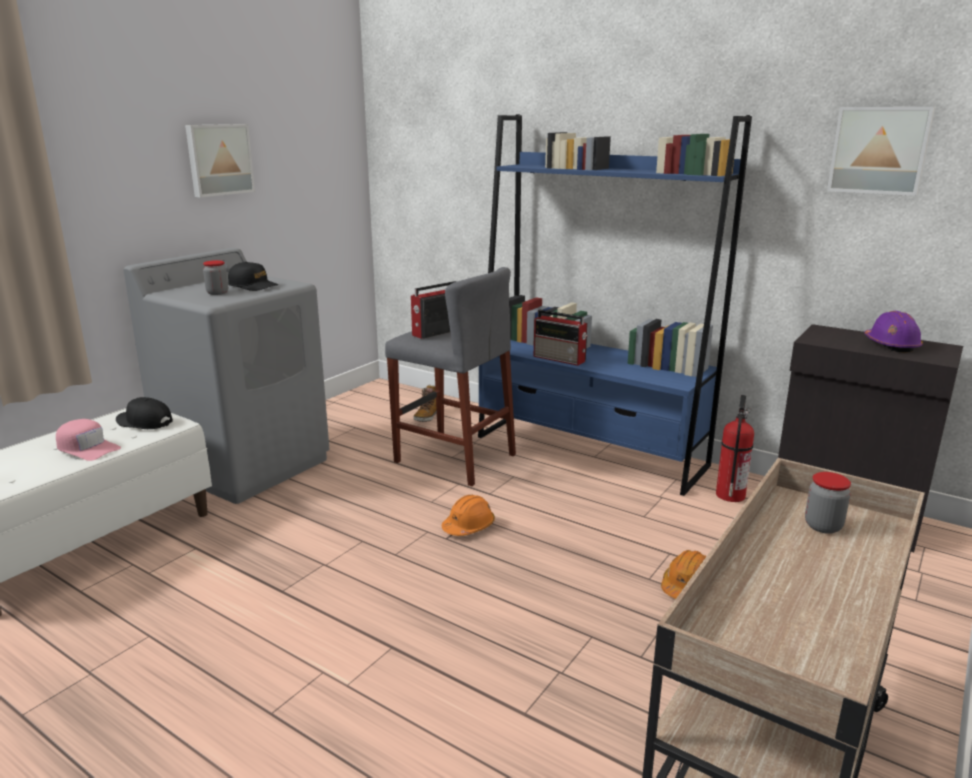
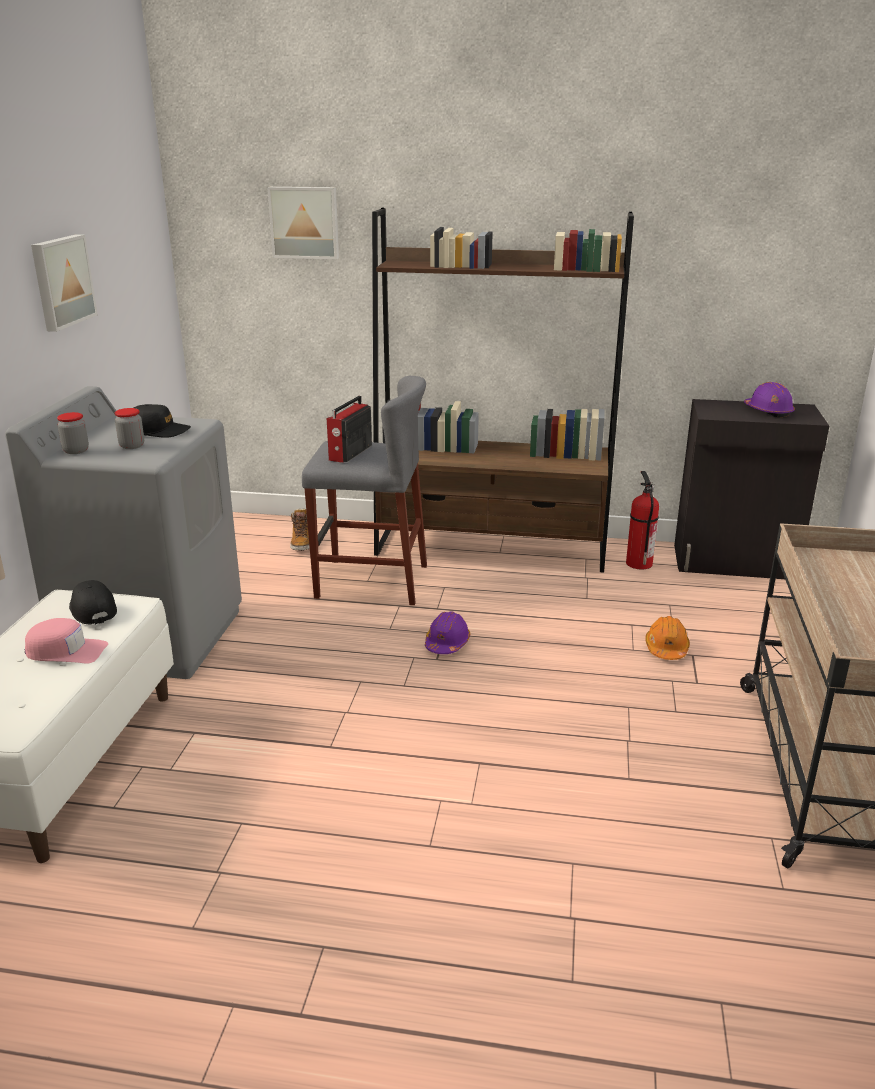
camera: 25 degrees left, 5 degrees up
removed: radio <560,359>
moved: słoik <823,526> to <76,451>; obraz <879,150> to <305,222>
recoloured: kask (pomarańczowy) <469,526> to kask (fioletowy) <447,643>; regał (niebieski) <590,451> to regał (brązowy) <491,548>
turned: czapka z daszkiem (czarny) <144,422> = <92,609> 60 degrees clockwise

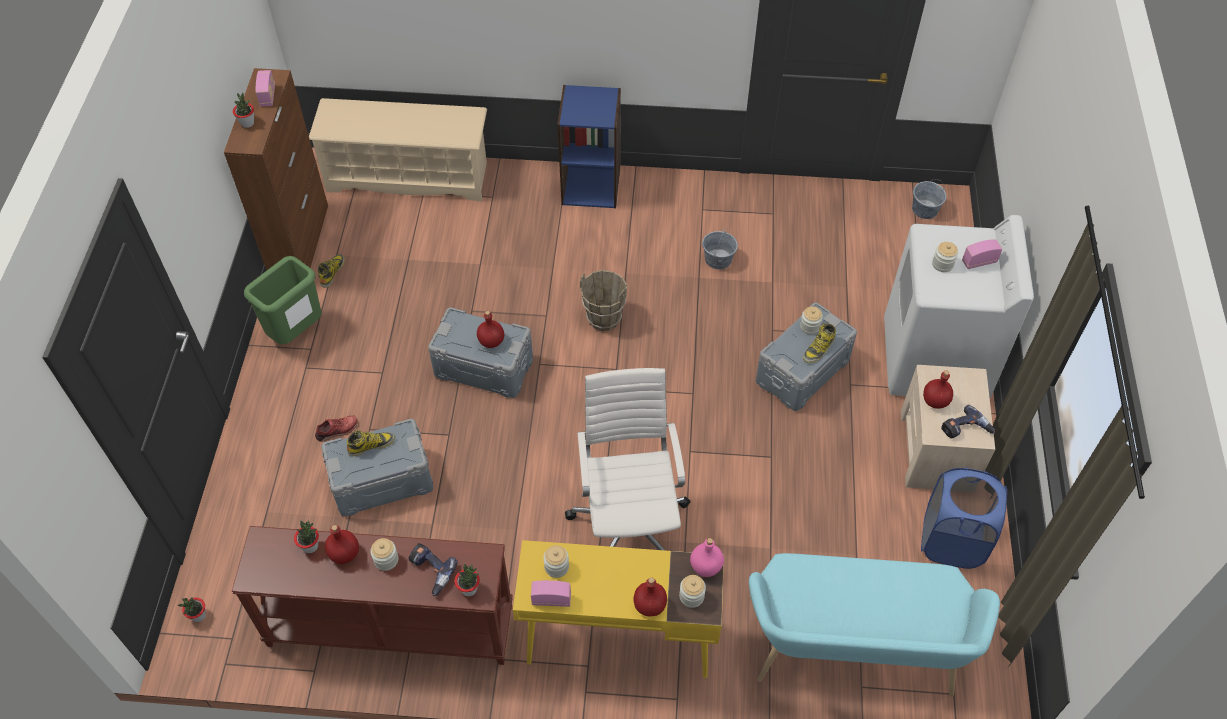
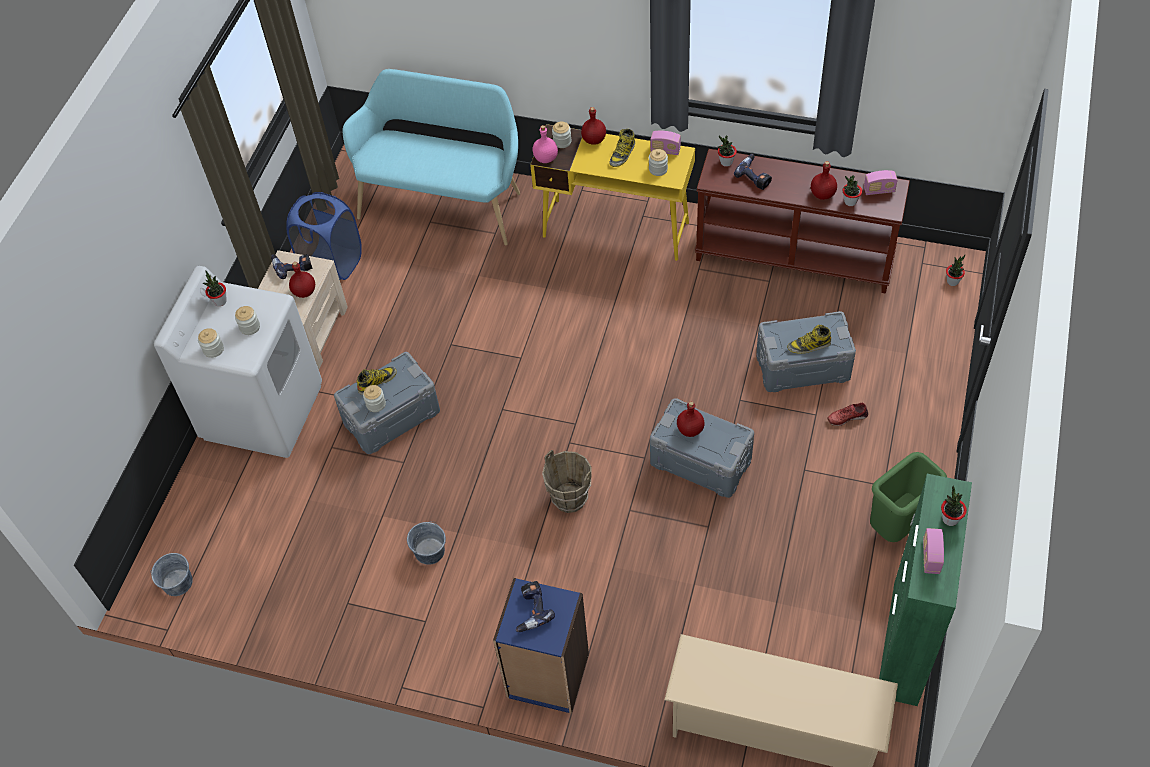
camera: 165 degrees left, 0 degrees up
removed: krzesło biurowe (biały) <630,522>
added: roślina doniczkowa <220,301>; wiertarka <530,610>
moved: but z cholewką <332,272> to <622,154>; słoik <386,560> to <213,349>; radio <979,261> to <879,190>
recoloured: szafka (brązowy) <301,243> to szafka (zielony) <905,643>

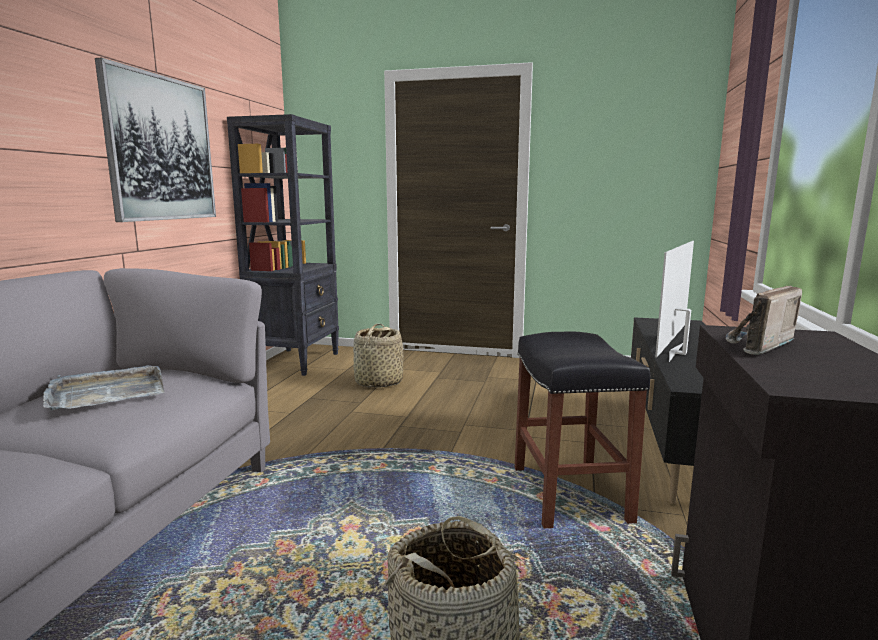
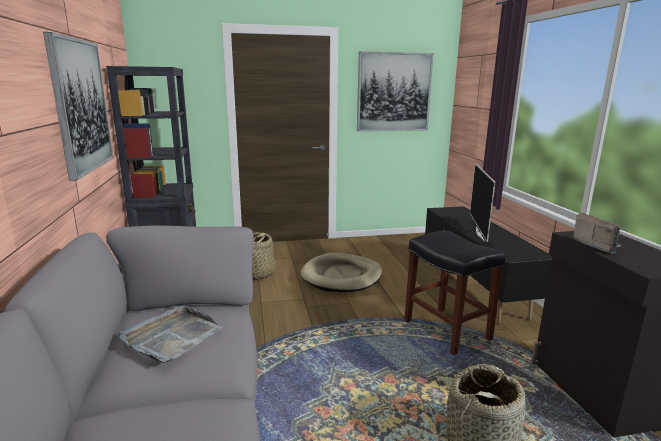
camera: 25 degrees left, 5 degrees up
added: legowisko (beżowy) <342,276>; obraz <393,92>
turned: radio <754,345> = <596,245> 135 degrees clockwise

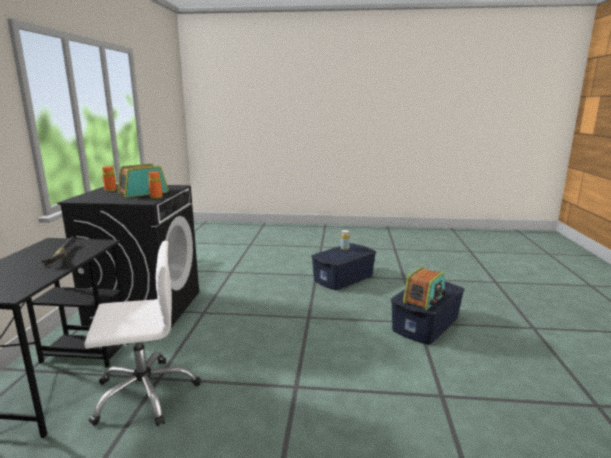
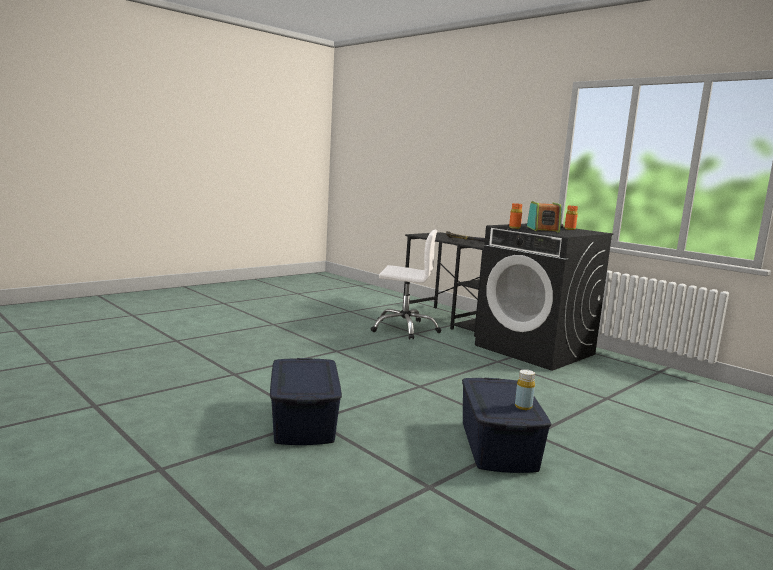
camera: 130 degrees right, 5 degrees down
removed: radio <424,299>
turned: krzesło biurowe (biały) <145,393> = <404,329> 105 degrees counterclockwise

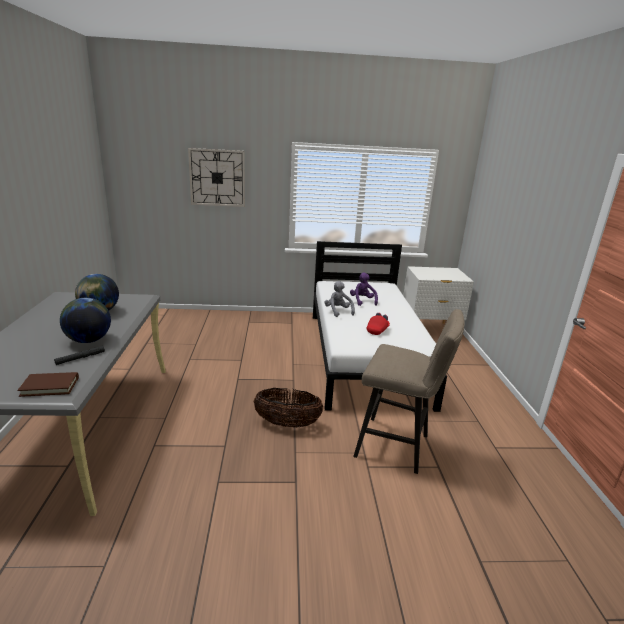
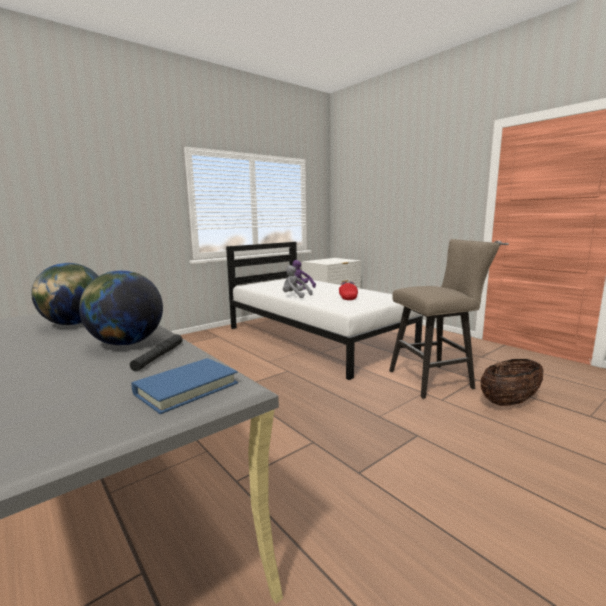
camera: 35 degrees left, 10 degrees down
removed: zegar ścienny <217,178>
moved: koszyk <287,423> to <509,402>
recoloured: książka (brązowy) <50,386> to książka (niebieski) <186,388>

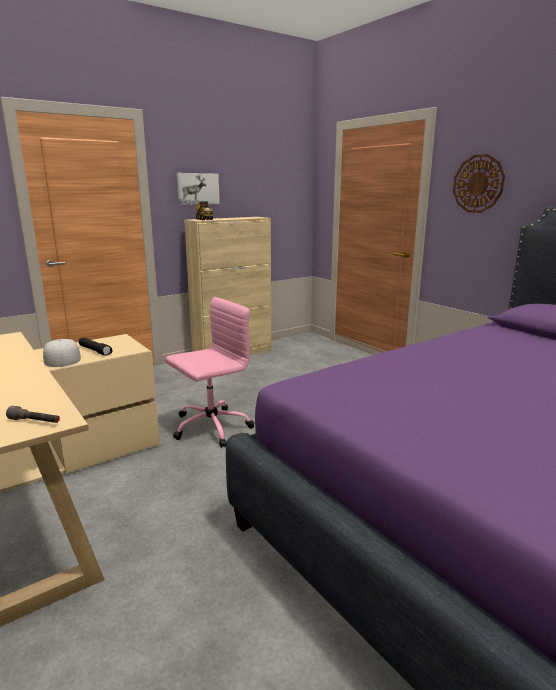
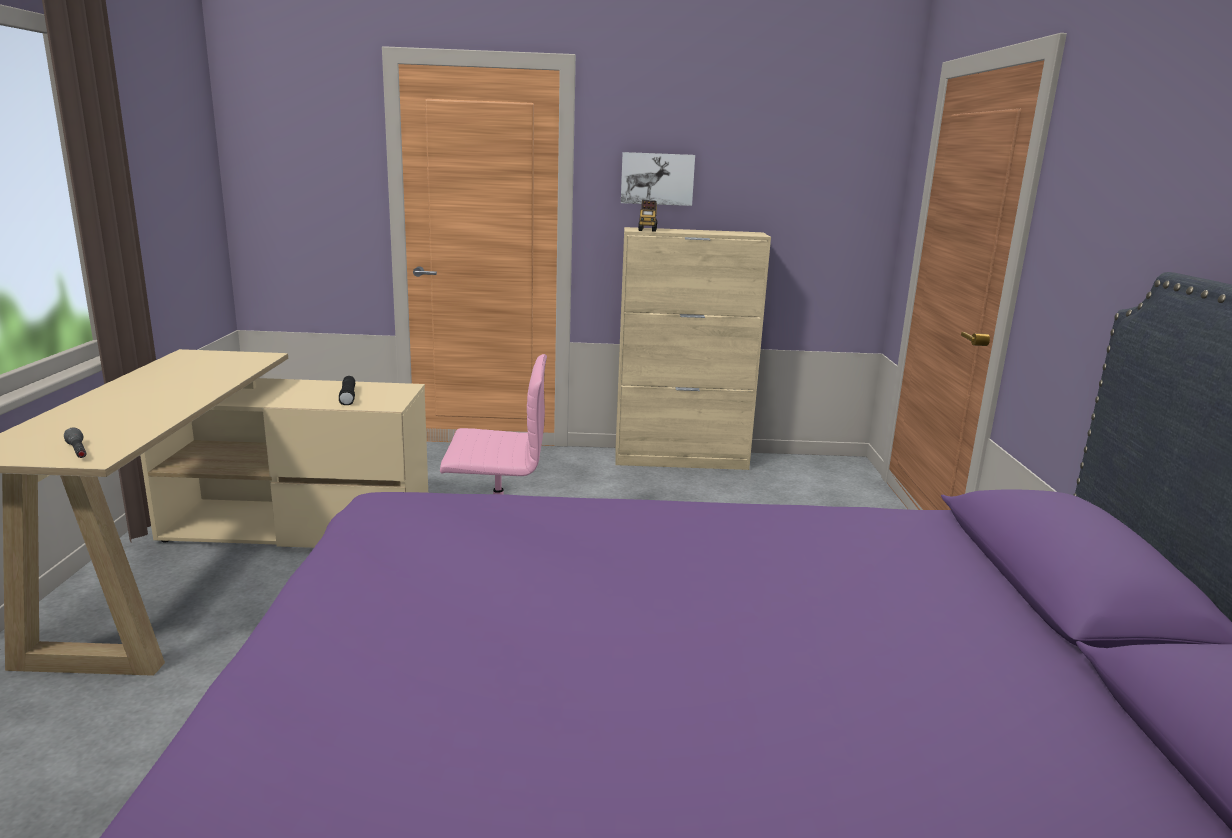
camera: 35 degrees right, 0 degrees up
removed: czapka z daszkiem (biały) <61,358>; zegar ścienny <478,184>

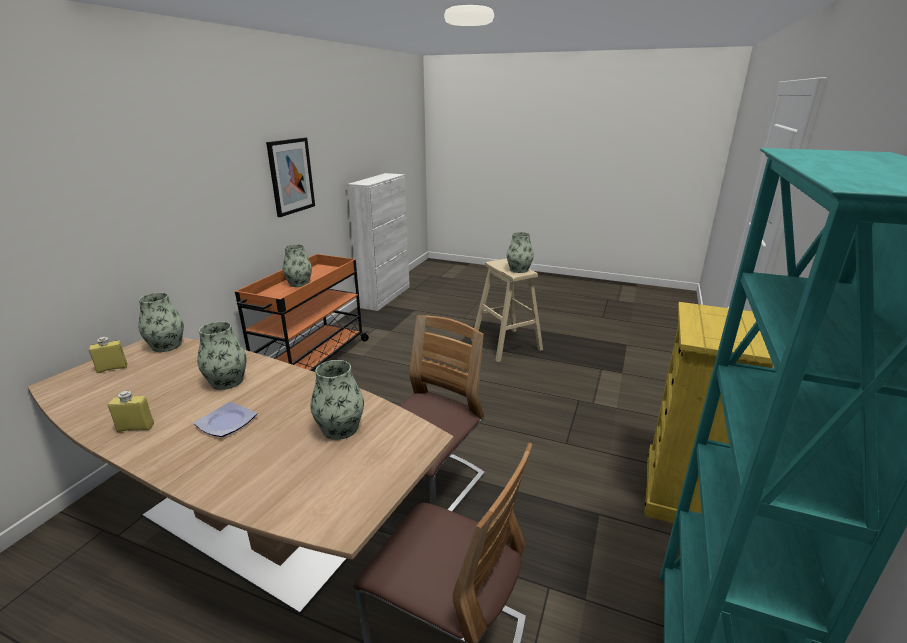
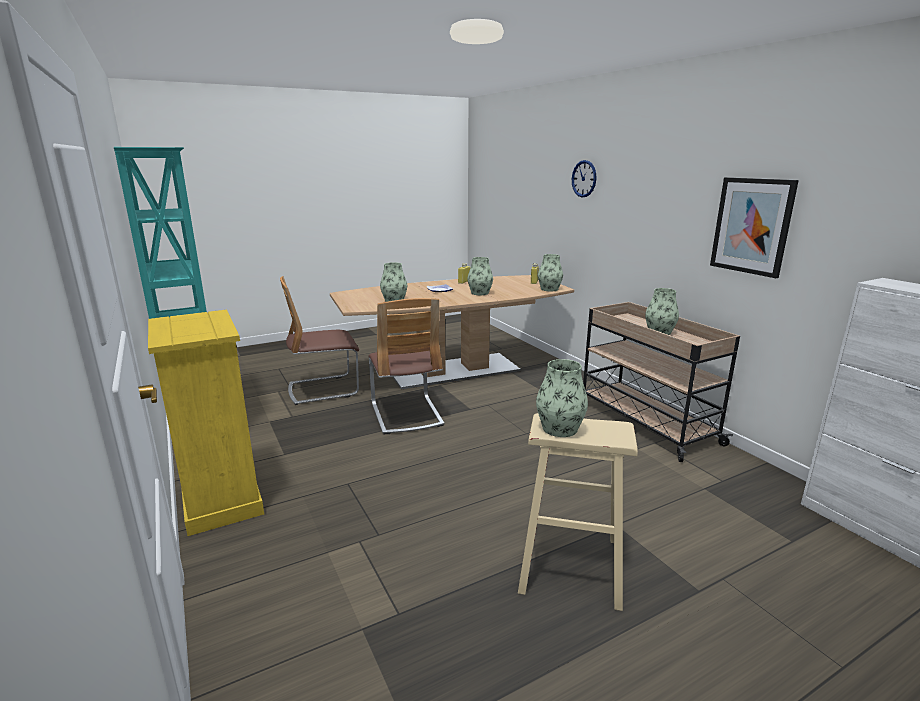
camera: 130 degrees right, 5 degrees down
added: zegar ścienny <584,179>
recoloured: wózek (pomarańczowy) <311,362> to wózek (beżowy) <643,421>

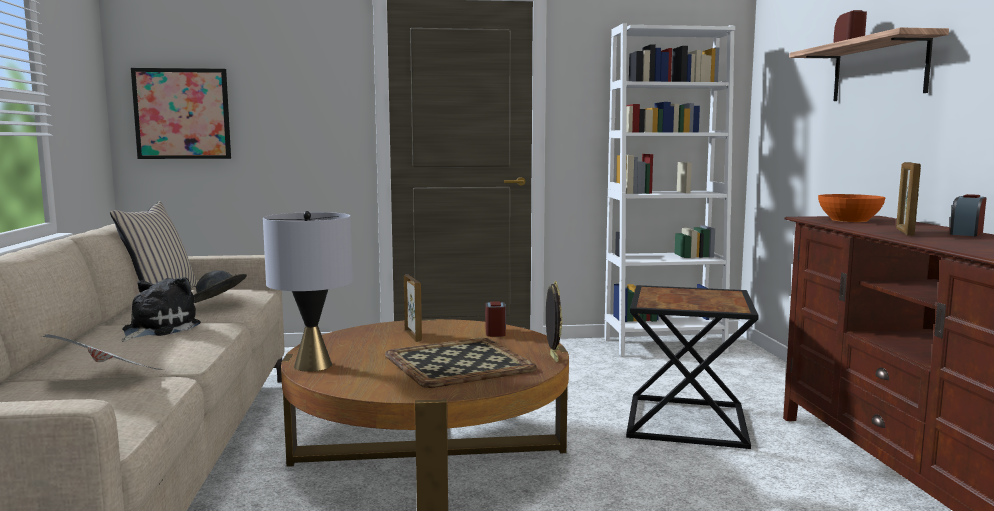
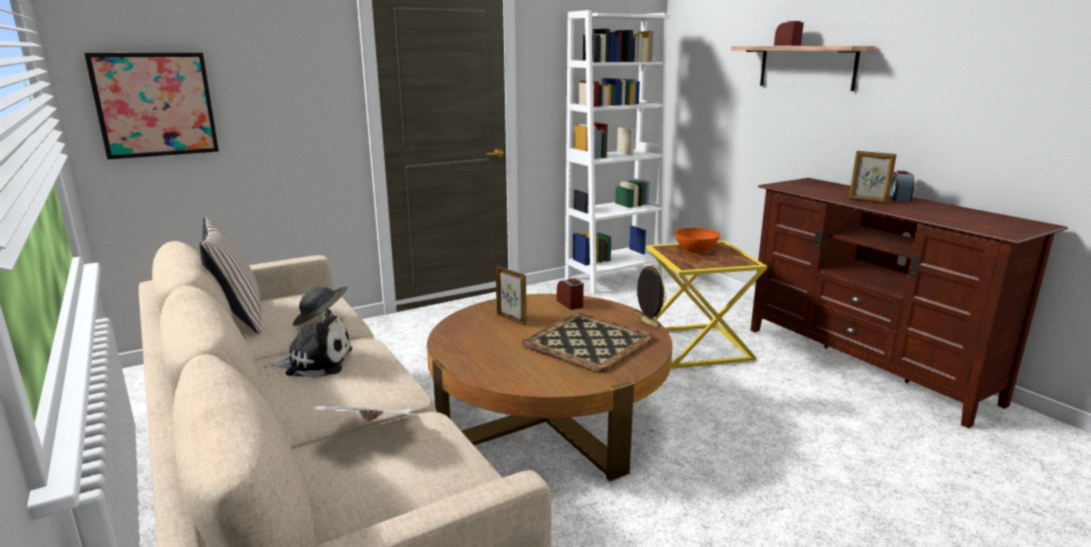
camera: 25 degrees left, 10 degrees up
removed: lampa stołowa (szary) <313,365>
moved: miska (pomarańczowy) <848,220> to <695,250>
recoloured: stolik (czarny) <684,421> to stolik (żółty) <694,346>
turned: pluszak <157,329> = <315,362> 90 degrees clockwise; ramka na zdjęcie <904,232> = <867,201> 45 degrees counterclockwise

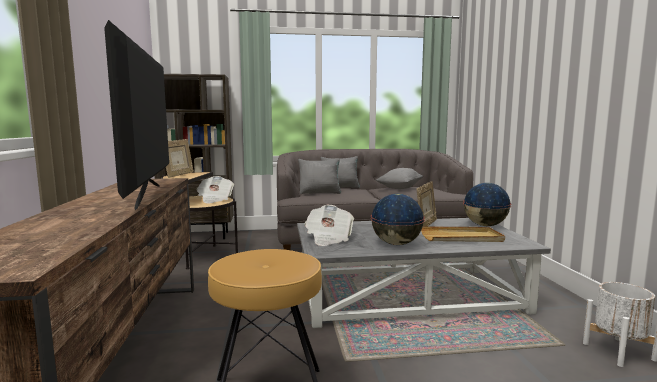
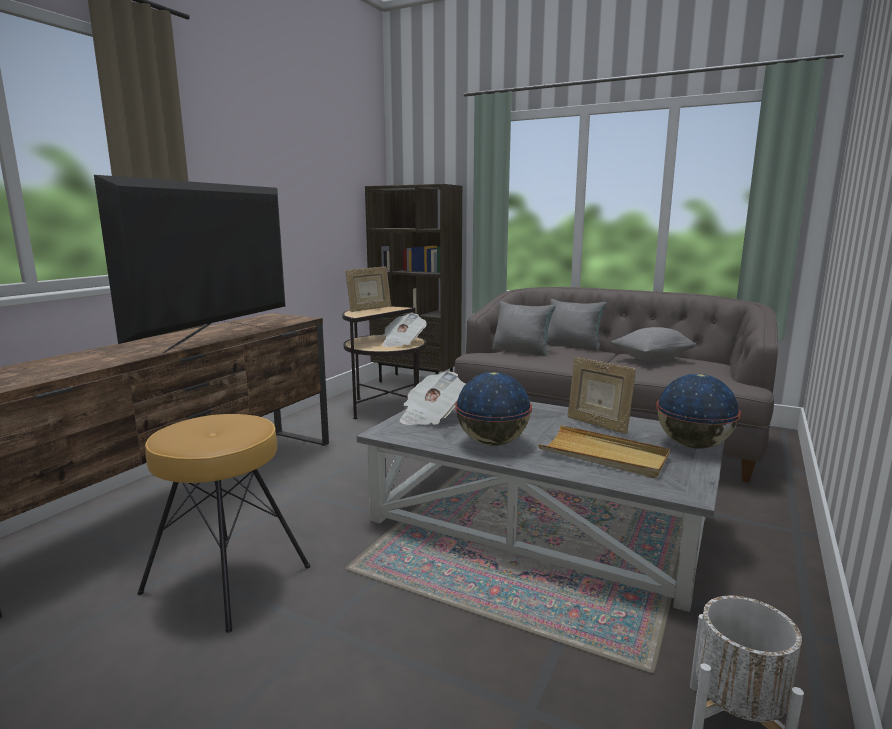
camera: 35 degrees right, 5 degrees up
turned: ramka na zdjęcie <426,225> = <597,425> 75 degrees clockwise

